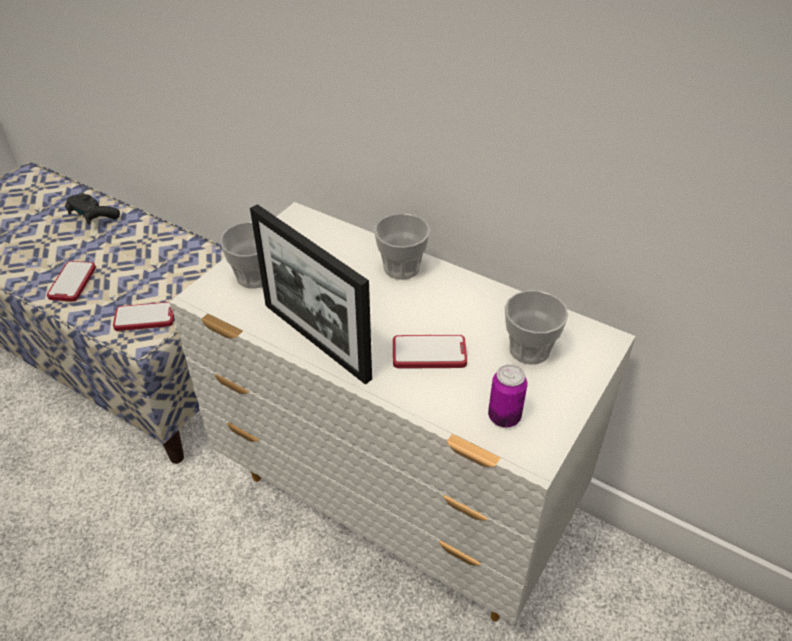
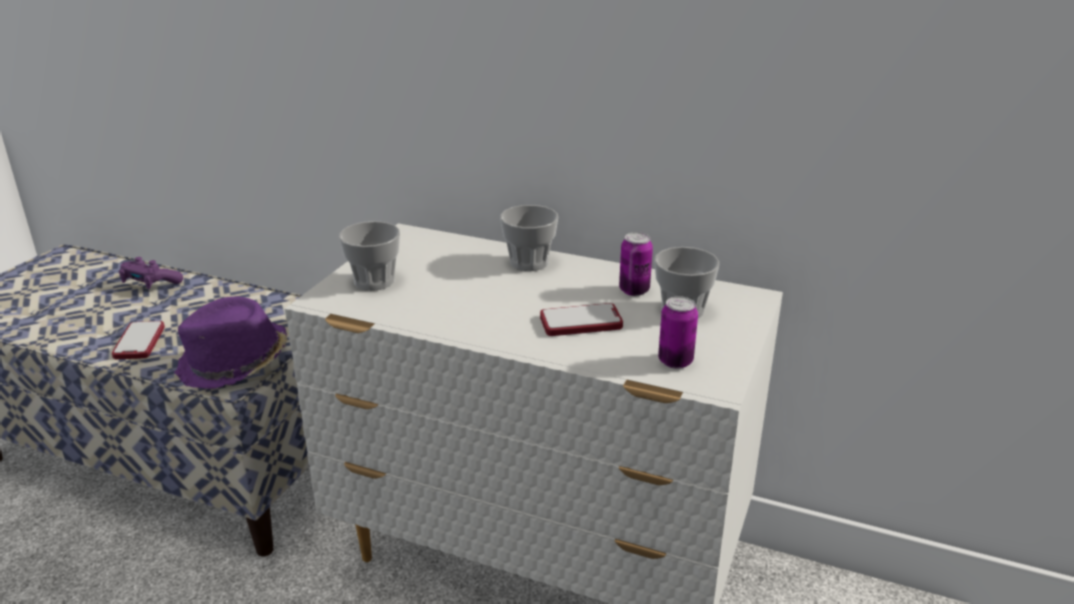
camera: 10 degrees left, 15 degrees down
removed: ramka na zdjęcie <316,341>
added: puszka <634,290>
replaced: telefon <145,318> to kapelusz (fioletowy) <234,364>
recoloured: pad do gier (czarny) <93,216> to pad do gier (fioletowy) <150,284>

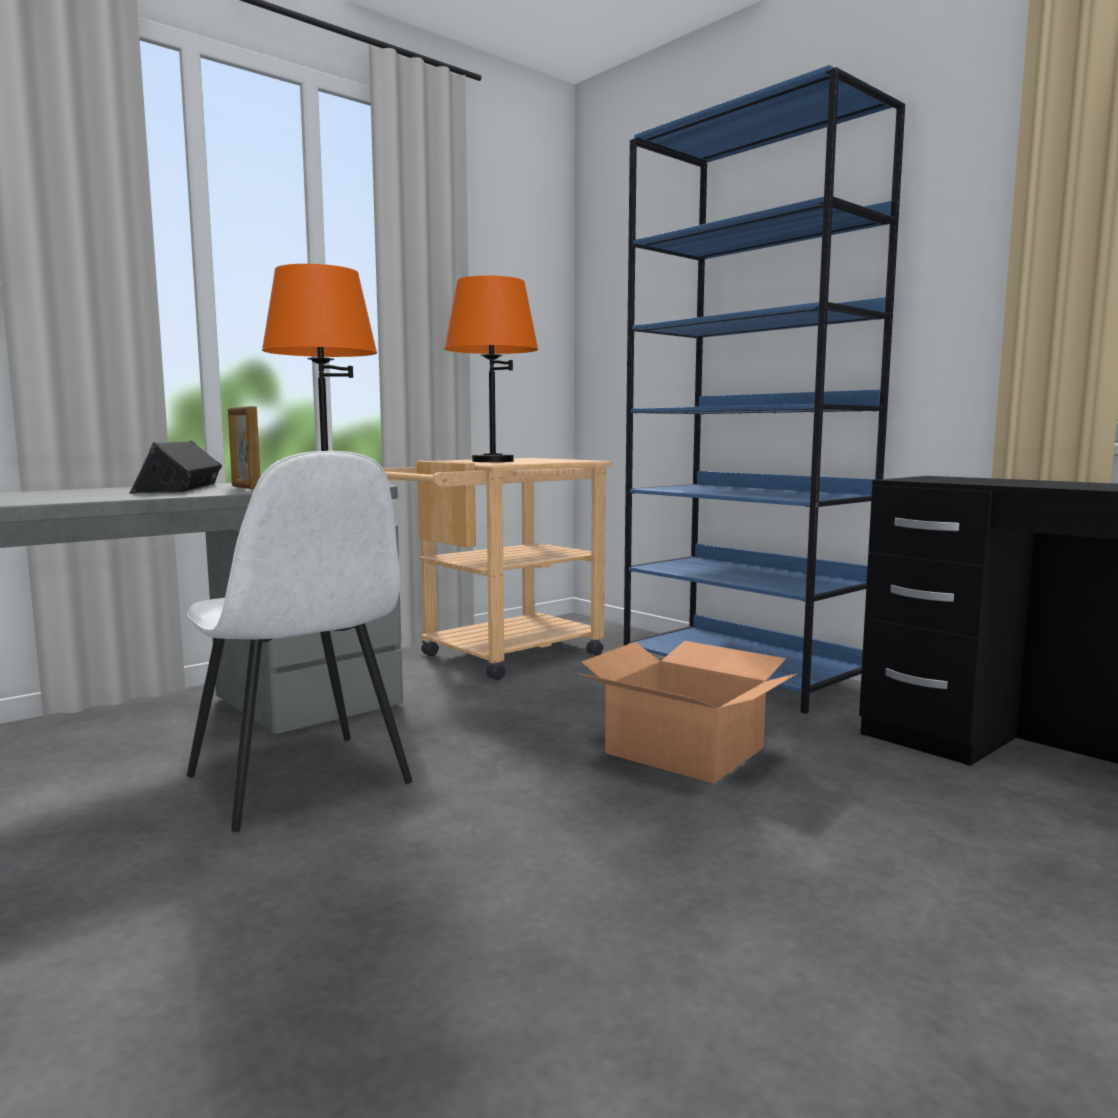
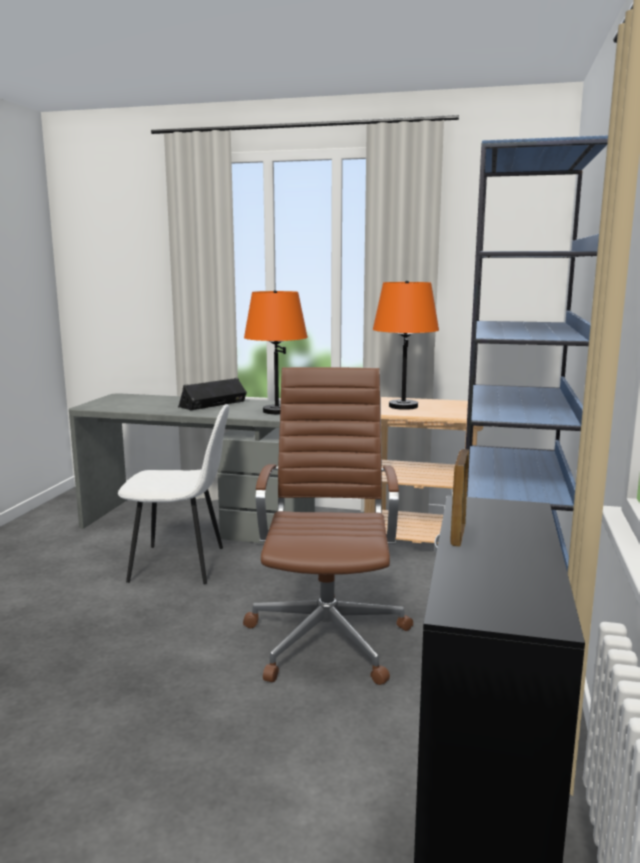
camera: 55 degrees right, 5 degrees up
moved: ramka na zdjęcie <245,488> to <457,535>
replaced: karton <685,750> to krzesło biurowe (brązowy) <328,637>
turned: krzesło (biały) <300,782> = <180,564> 105 degrees counterclockwise

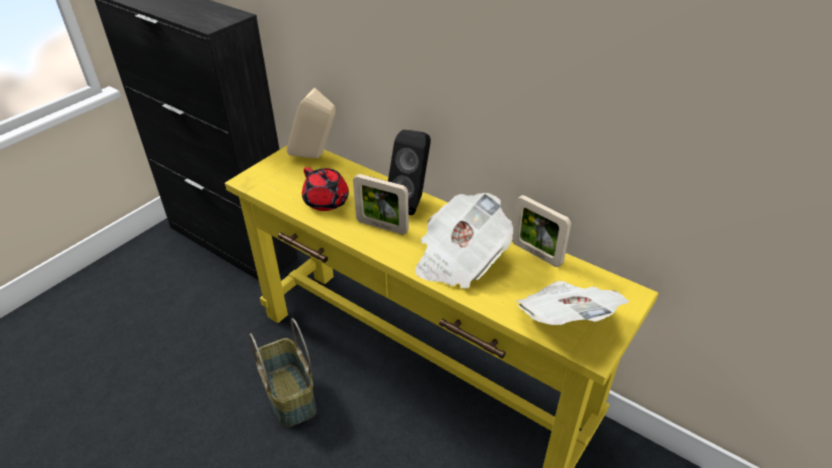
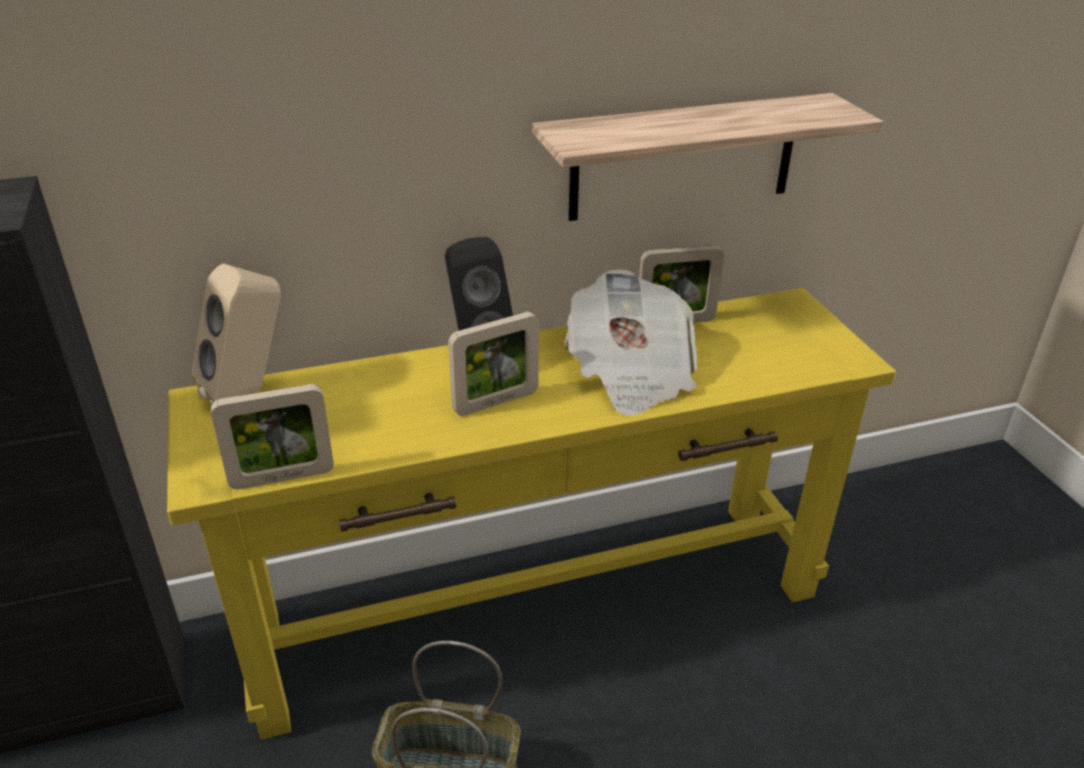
camera: 55 degrees left, 5 degrees down
removed: imbryk (czerwony) <327,202>; gazeta <565,320>
added: ramka na zdjęcie <282,477>; półka <683,157>

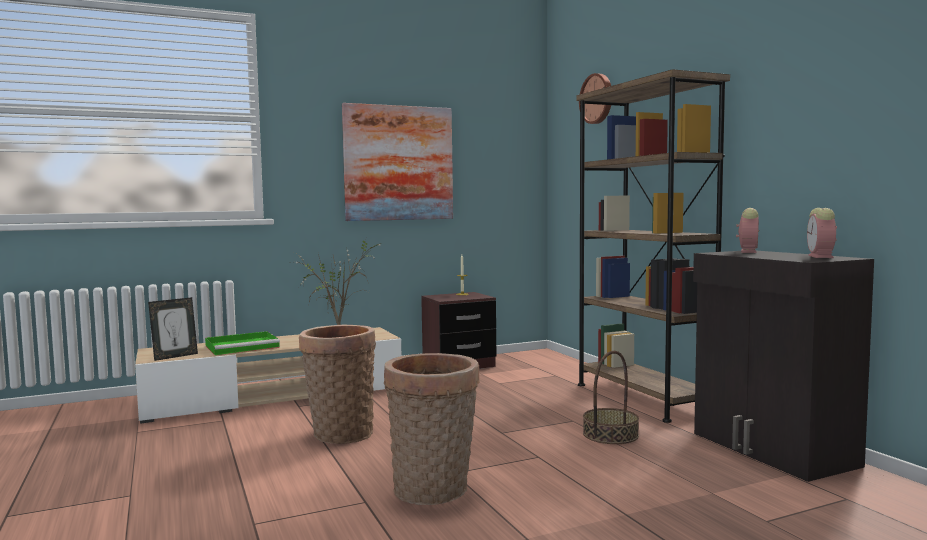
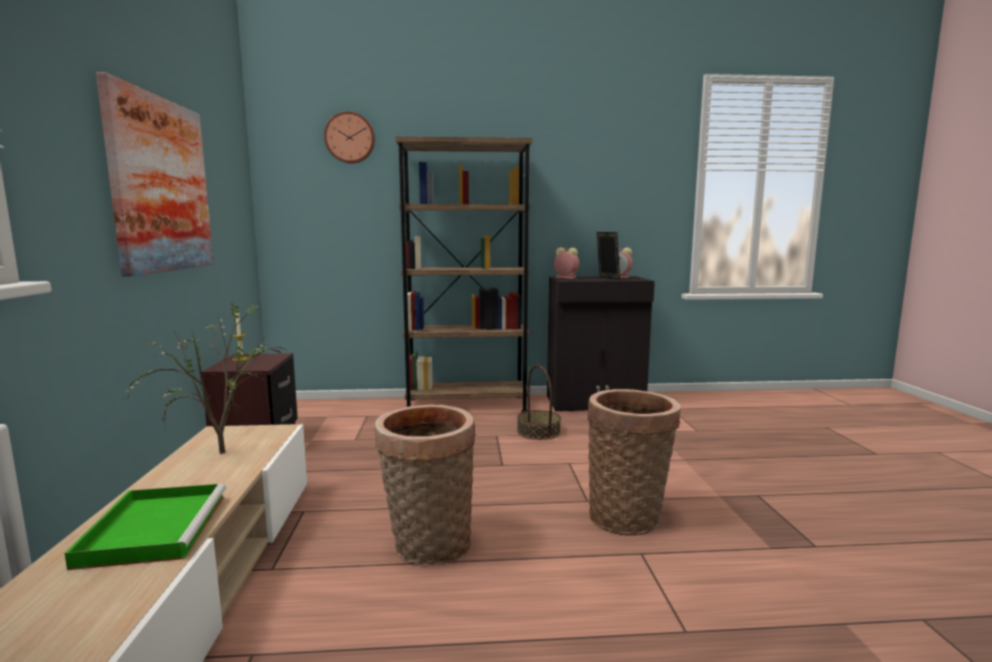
camera: 70 degrees left, 5 degrees up
moved: ramka na zdjęcie <175,356> to <607,278>

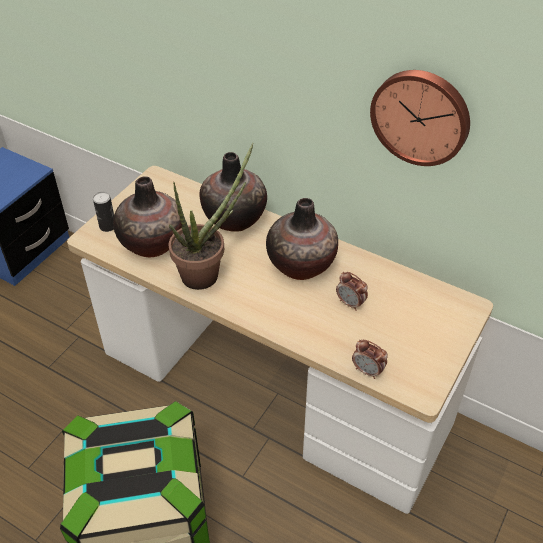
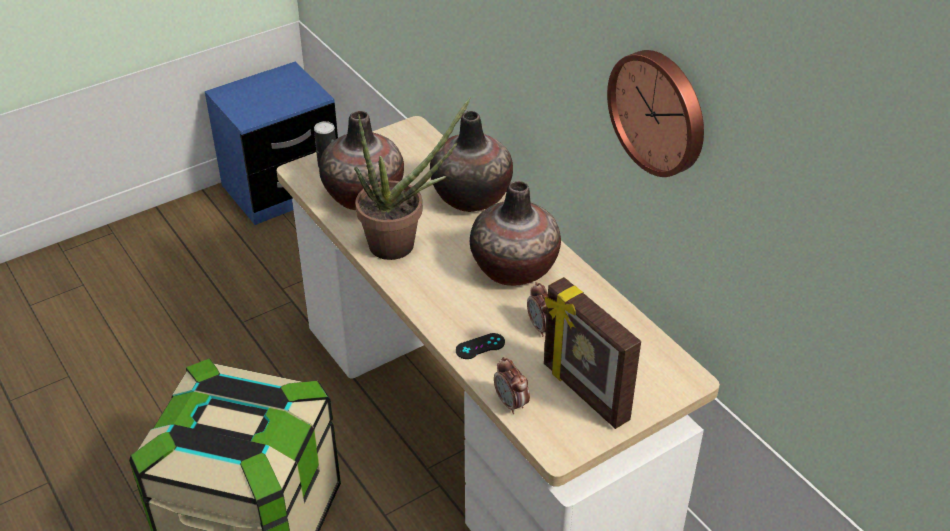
camera: 25 degrees right, 5 degrees down
added: pad do gier (czarny) <480,346>; ramka na zdjęcie <584,393>

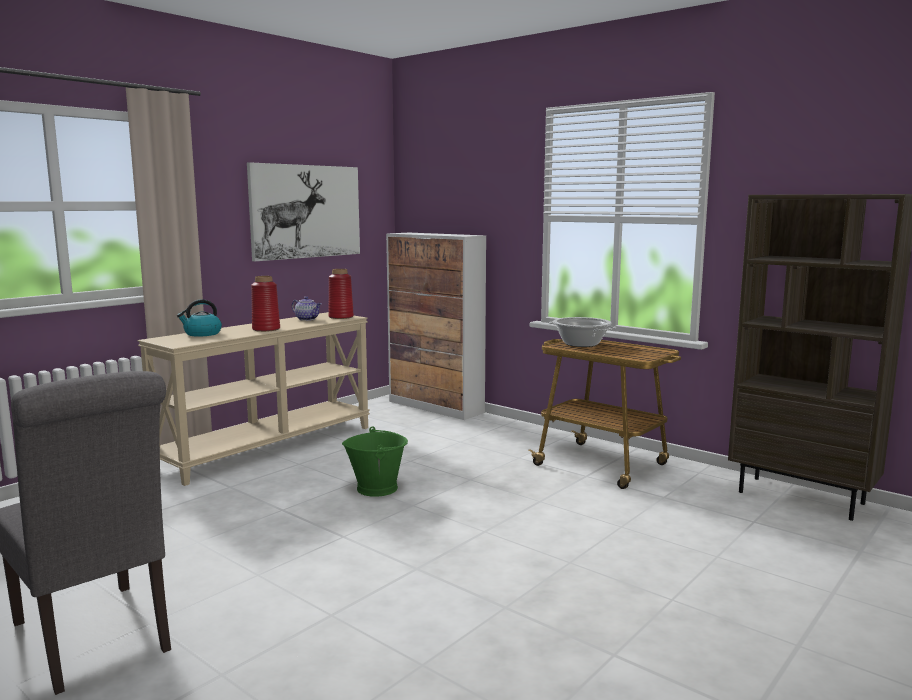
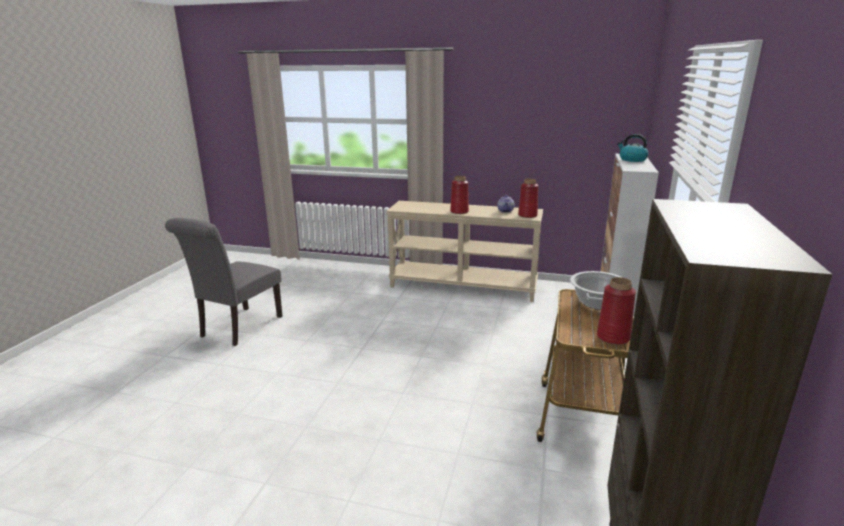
camera: 65 degrees right, 10 degrees up
removed: obraz <306,211>; wiadro (zielony) <377,488>
added: wazon (czerwony) <612,337>
moved: czajnik <202,334> to <632,160>

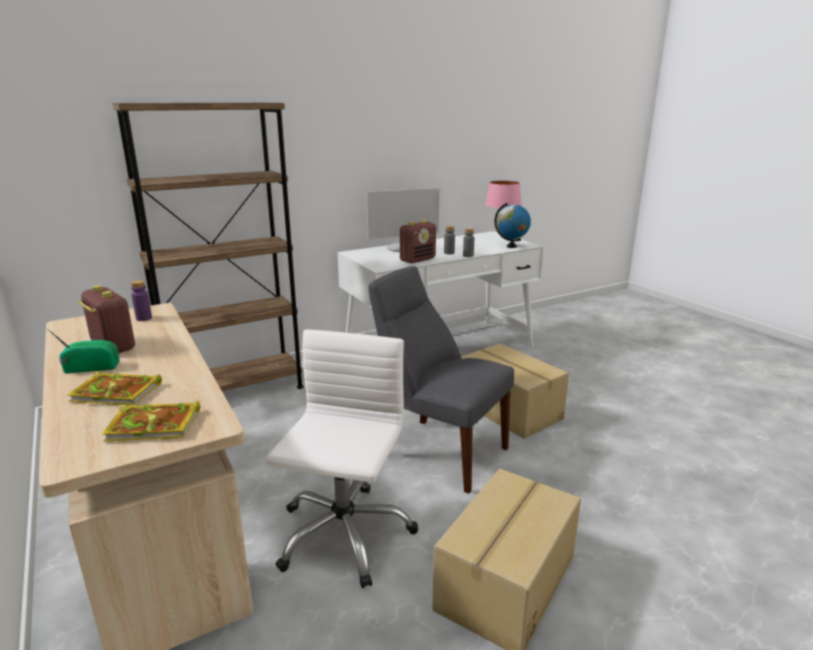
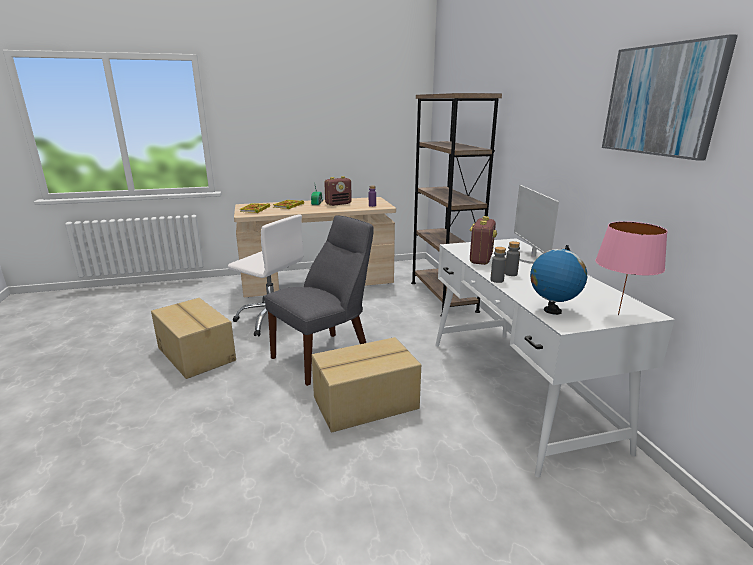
camera: 105 degrees right, 0 degrees up
added: obraz <662,100>
turned: radio <418,260> = <480,259> 135 degrees counterclockwise

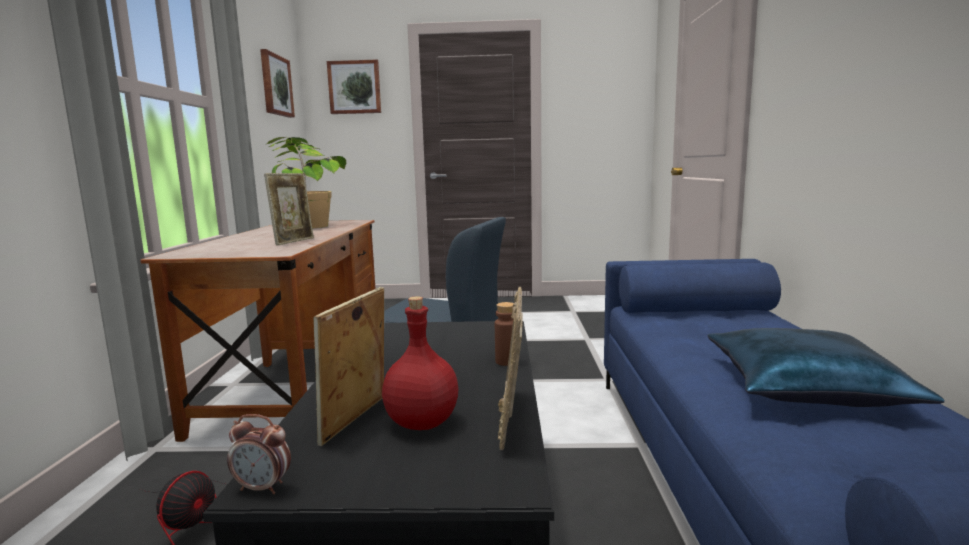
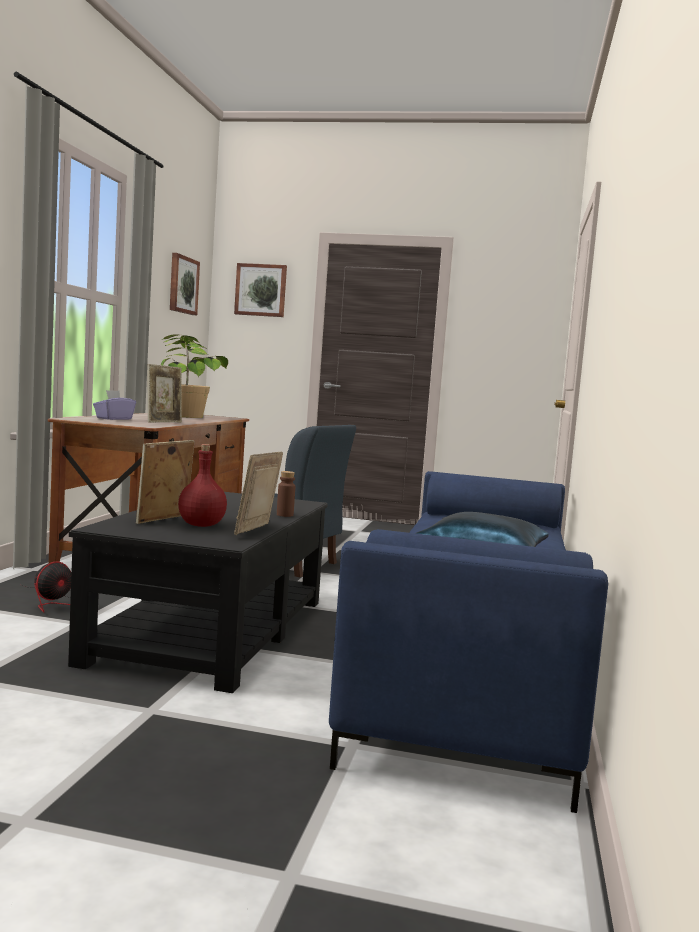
camera: 10 degrees right, 5 degrees down
removed: budzik <263,488>
added: pudełko chusteczek (fioletowy) <113,419>

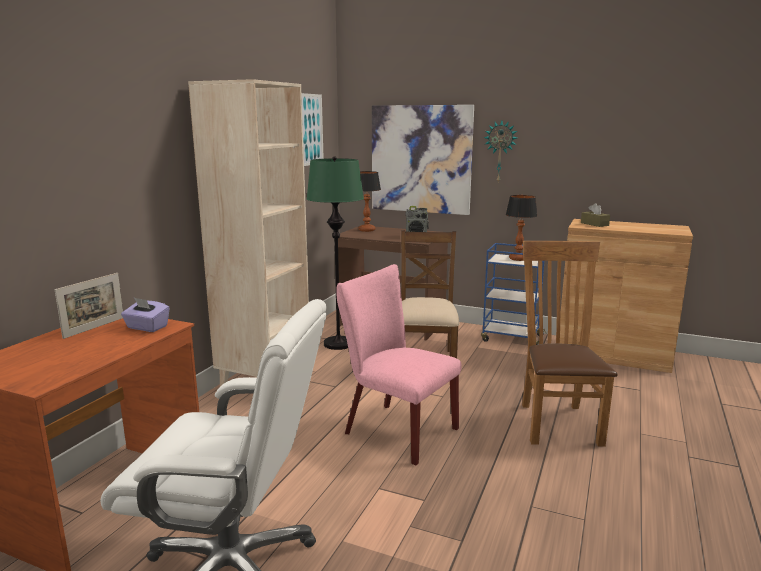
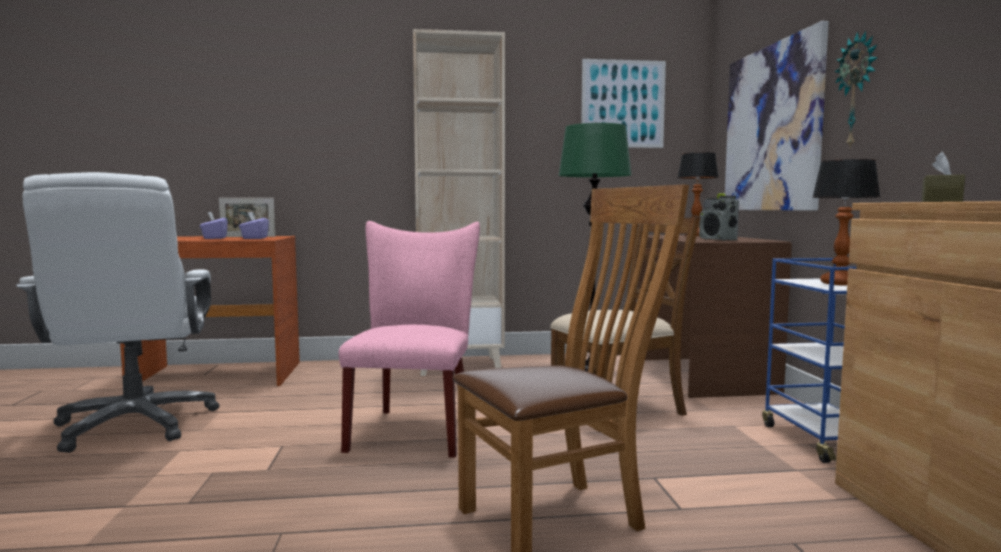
camera: 60 degrees right, 10 degrees down
added: pudełko chusteczek (fioletowy) <214,238>

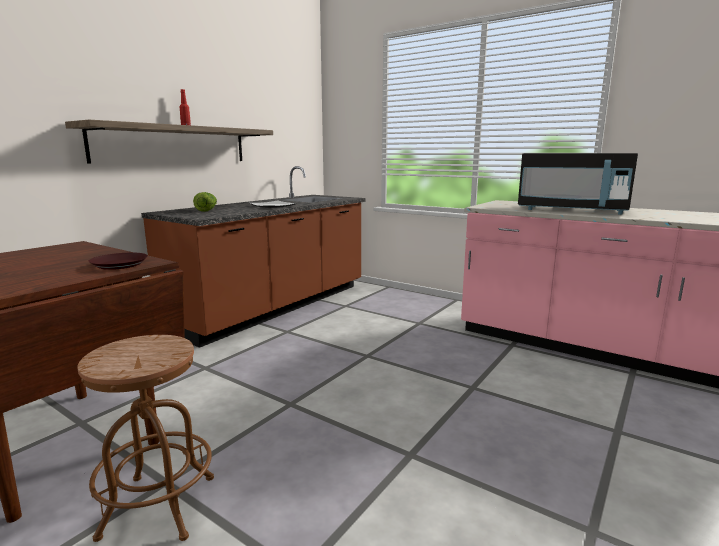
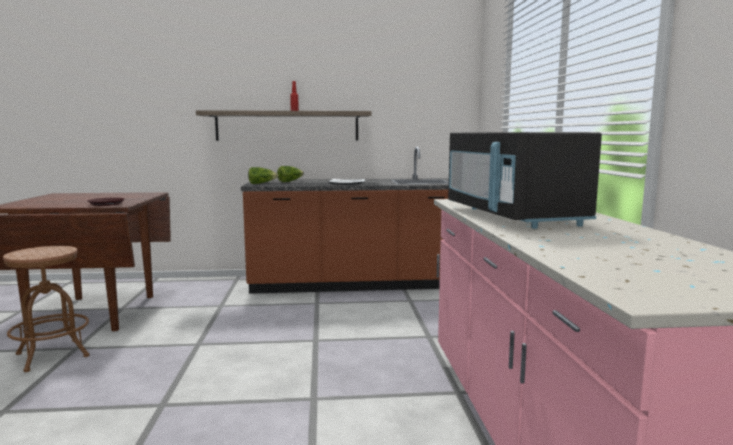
camera: 50 degrees right, 5 degrees down
added: sałata <261,183>

